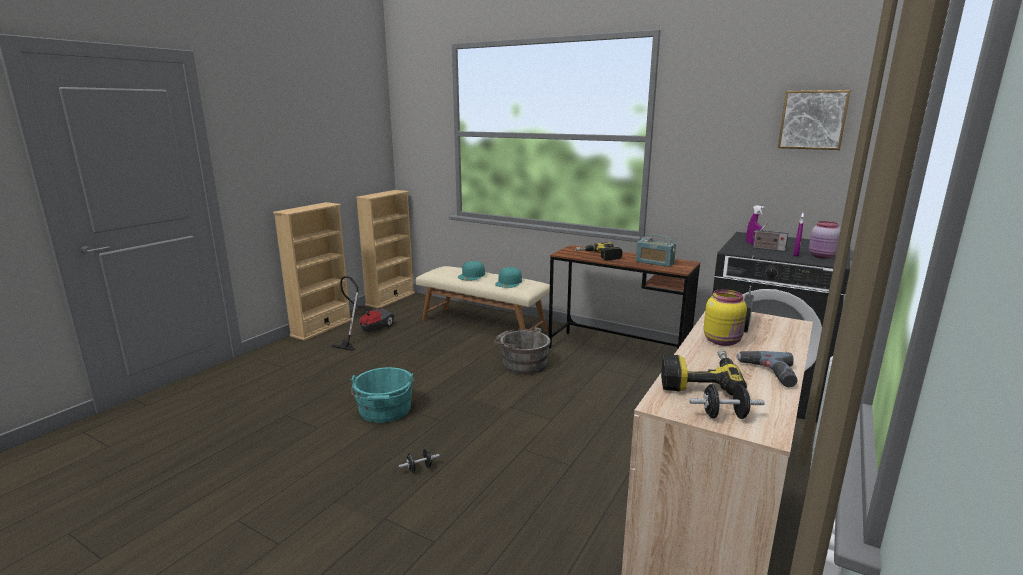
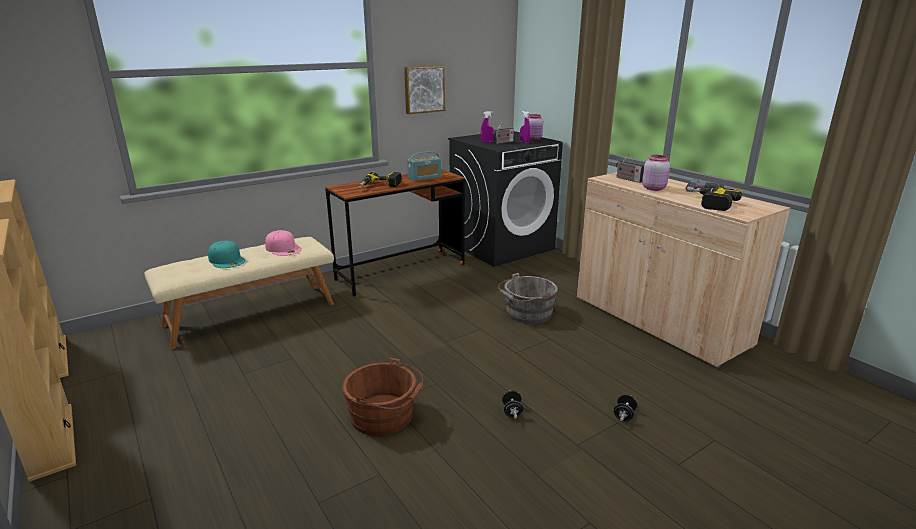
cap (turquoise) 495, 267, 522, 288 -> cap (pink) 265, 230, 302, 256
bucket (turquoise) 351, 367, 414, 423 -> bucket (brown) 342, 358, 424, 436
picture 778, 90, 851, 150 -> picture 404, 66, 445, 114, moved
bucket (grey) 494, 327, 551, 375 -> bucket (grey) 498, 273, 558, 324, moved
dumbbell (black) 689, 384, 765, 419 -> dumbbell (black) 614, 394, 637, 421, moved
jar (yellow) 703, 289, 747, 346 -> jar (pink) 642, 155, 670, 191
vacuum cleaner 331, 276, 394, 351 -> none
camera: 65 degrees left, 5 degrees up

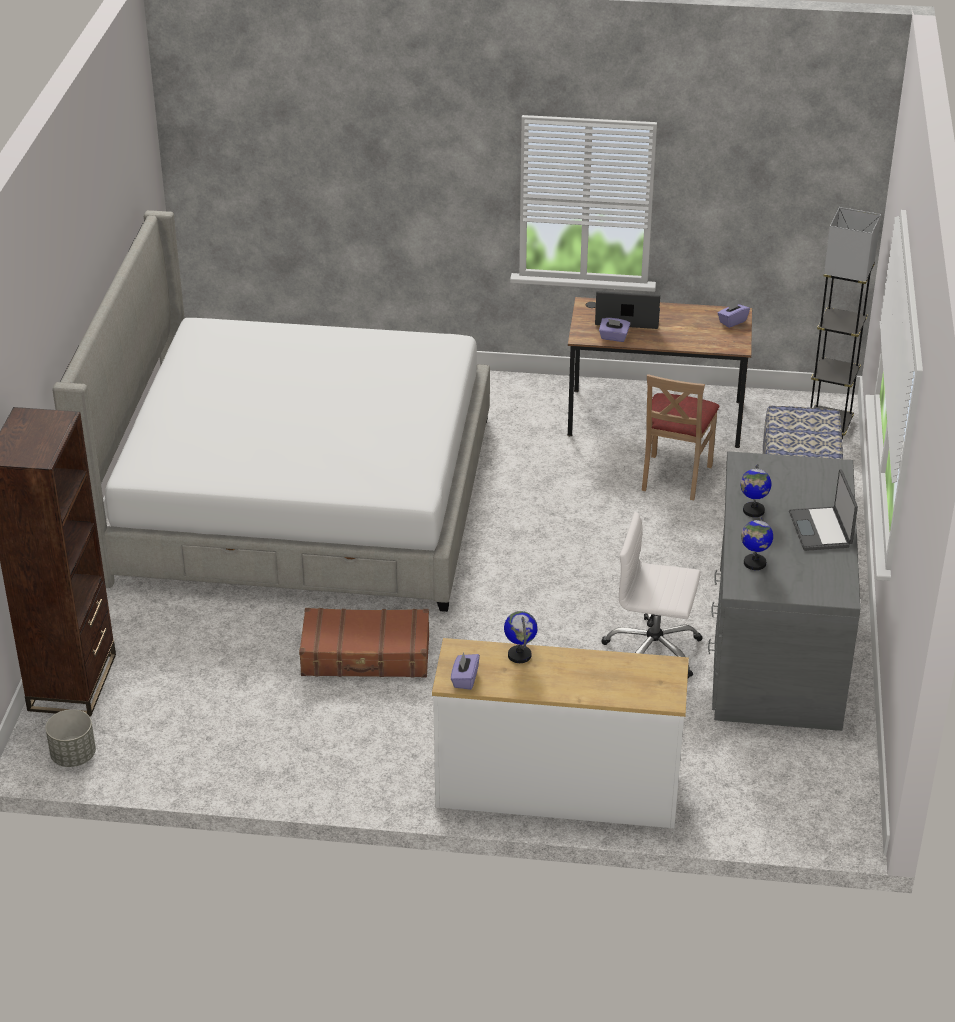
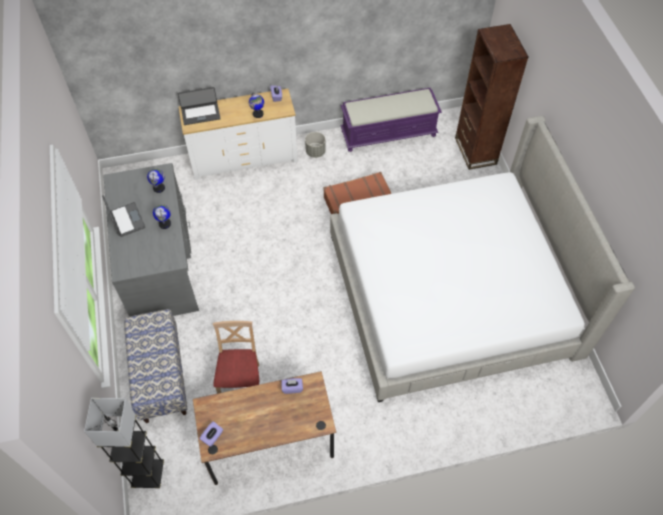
laptop 595, 291, 660, 329 -> laptop 177, 87, 221, 125, moved
planter (grey) 45, 709, 96, 767 -> planter (grey) 305, 132, 326, 158, moved
none -> bench (purple) 340, 88, 442, 152
office chair (white) 601, 512, 703, 678 -> none
camera: 160 degrees right, 20 degrees up

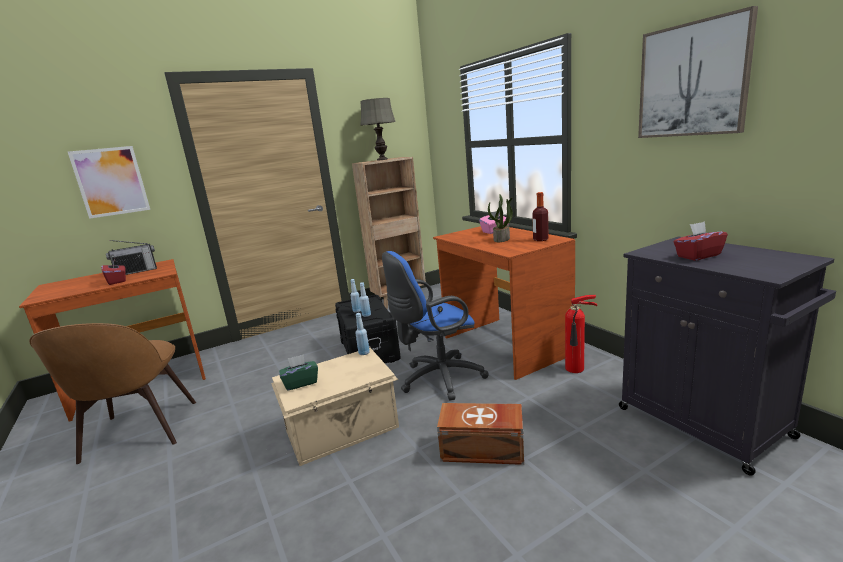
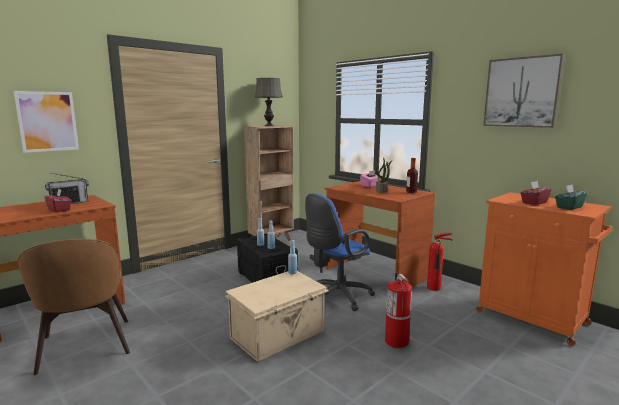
storage box (brown) 437, 403, 524, 465 -> fire extinguisher 385, 273, 412, 348
cabinet (black) 619, 237, 836, 476 -> cabinet (orange) 476, 192, 613, 346
tissue box (green) 279, 354, 318, 390 -> tissue box (green) 555, 184, 587, 210, moved
camera: 15 degrees left, 5 degrees down

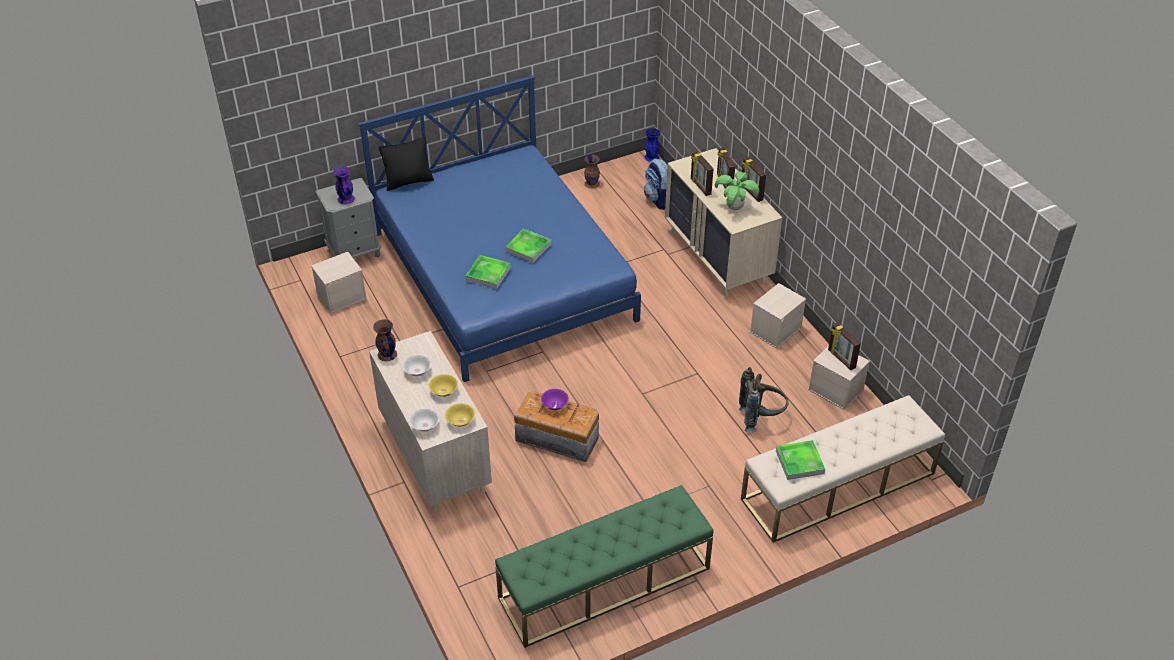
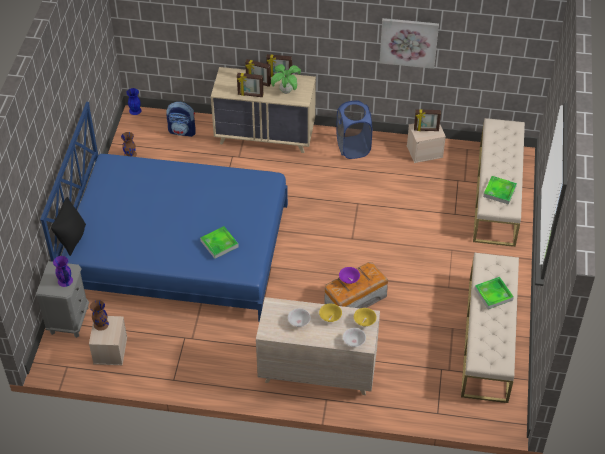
vase (brown) 373, 319, 397, 361 -> vase (brown) 90, 300, 109, 331, moved
storage box (beige) 750, 283, 806, 349 -> laundry basket (blue) 336, 100, 372, 159
none -> picture 379, 18, 439, 69
bench (green) 495, 485, 713, 648 -> bench (beige) 461, 253, 519, 403
tray 505, 229, 551, 263 -> tray 474, 277, 514, 309, moved
backpack (grey) 739, 367, 788, 432 -> none
camera: 55 degrees left, 5 degrees up

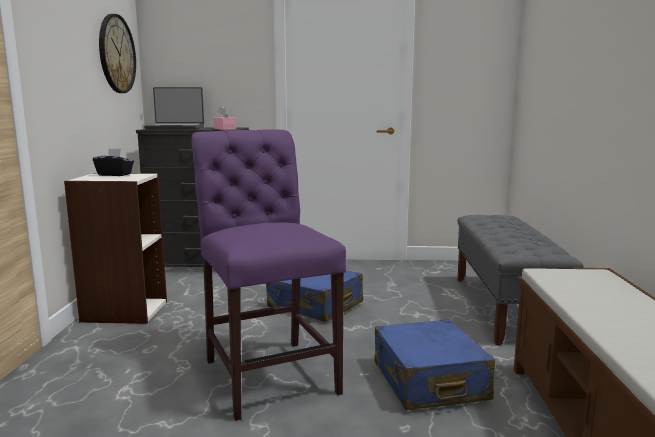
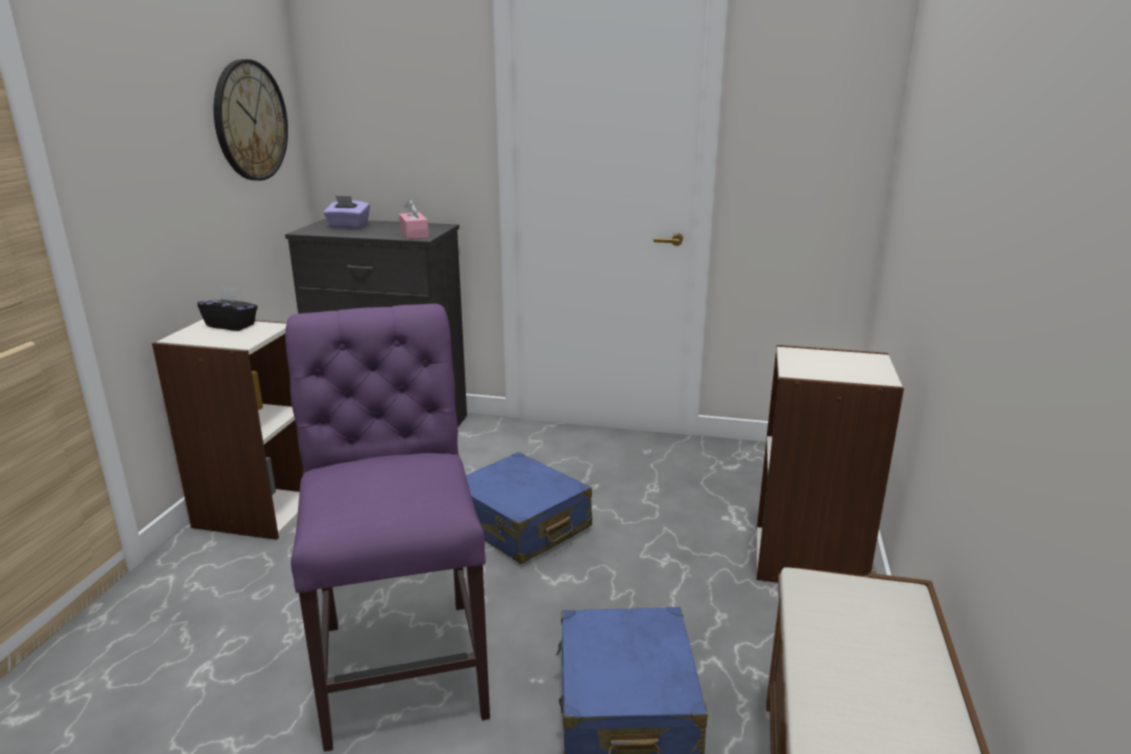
laptop 144, 87, 204, 129 -> tissue box (purple) 323, 195, 370, 229
bench (grey) 457, 215, 584, 345 -> bookcase 756, 345, 904, 583
camera: 10 degrees right, 10 degrees up

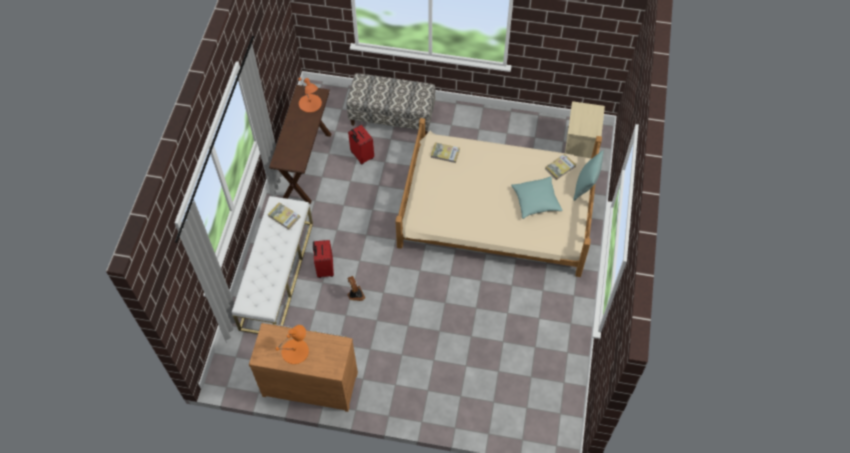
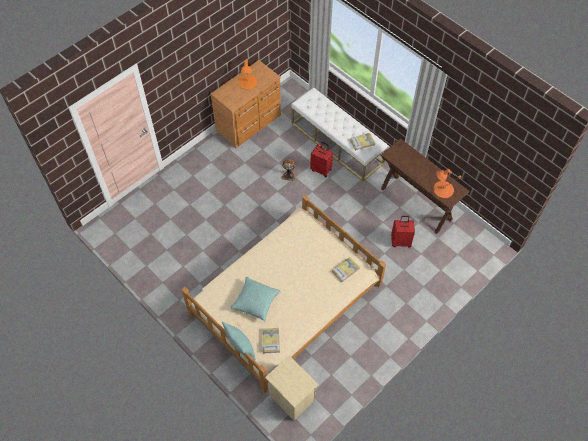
bench 346, 73, 436, 134 -> none
camera: 125 degrees right, 0 degrees up

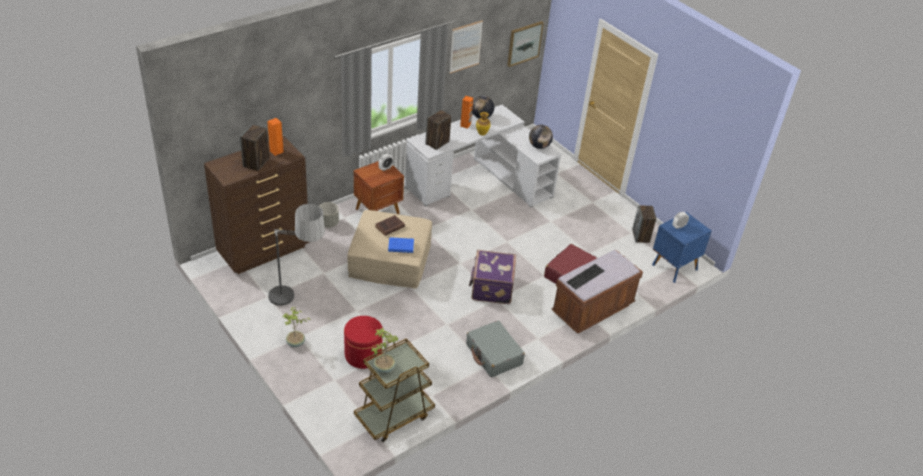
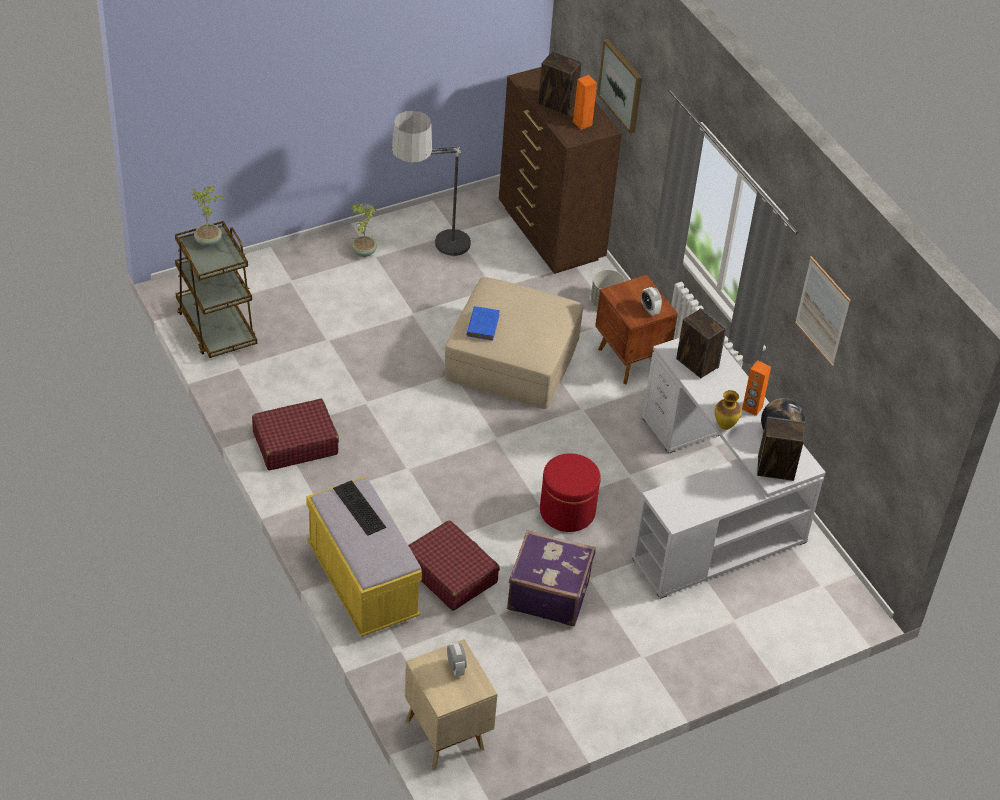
suitcase (grey) 466, 321, 525, 377 -> suitcase (red) 252, 399, 339, 470
bench (brown) 551, 250, 643, 334 -> bench (yellow) 306, 477, 422, 637
nightstand (blue) 652, 212, 711, 283 -> nightstand (beige) 405, 639, 497, 770
suitcase (purple) 469, 250, 516, 304 -> suitcase (purple) 507, 530, 596, 626, moved
ottoman (red) 344, 316, 383, 369 -> ottoman (red) 540, 453, 601, 532, moved
picture 507, 21, 544, 67 -> picture 597, 39, 642, 134, moved
speaker 632, 205, 656, 243 -> speaker 757, 417, 805, 481, moved
book (brown) 375, 215, 405, 236 -> none
globe 529, 125, 553, 149 -> none
camera: 100 degrees right, 5 degrees up

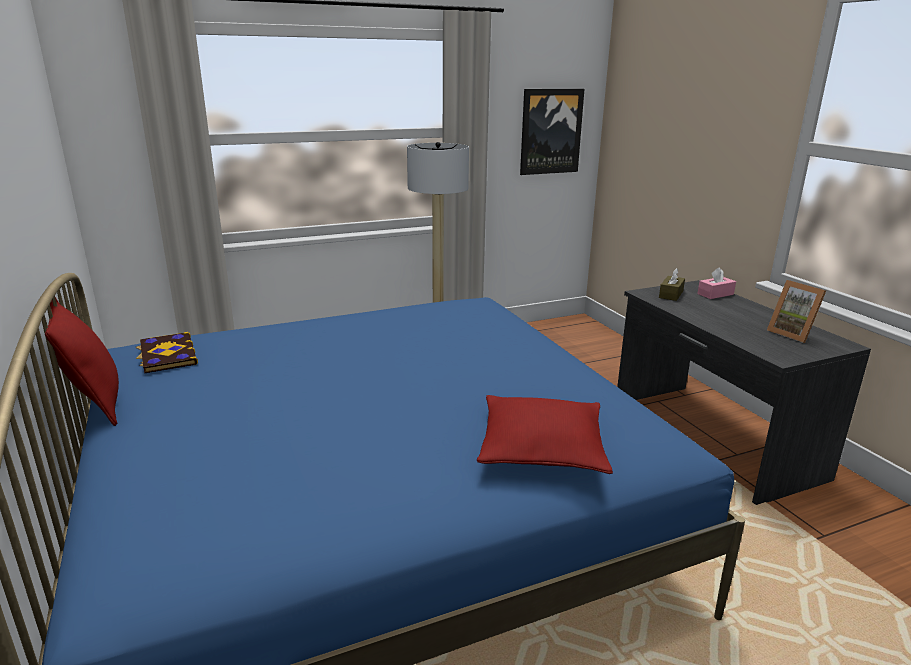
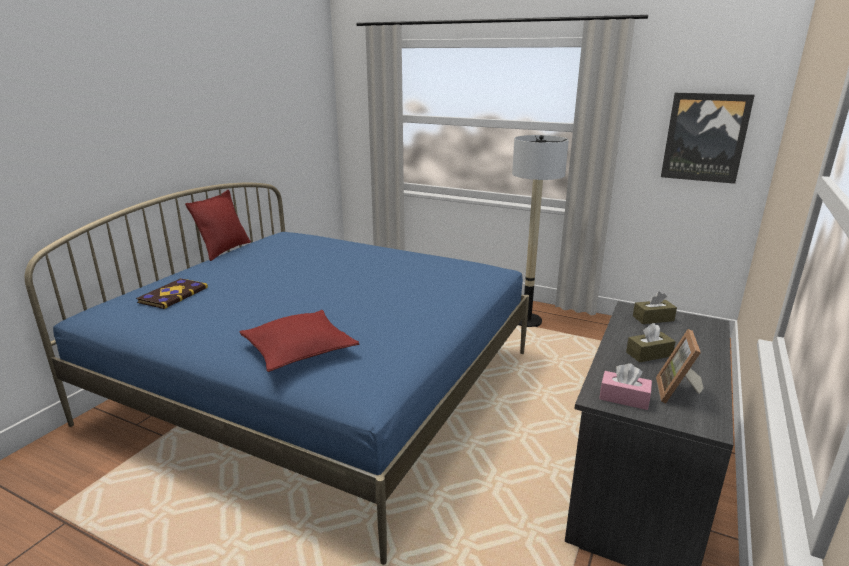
book 136, 332, 198, 373 -> book 136, 278, 208, 309, moved
tissue box (pink) 697, 267, 736, 299 -> tissue box (pink) 599, 363, 652, 410, moved
none -> tissue box (brown) 626, 323, 676, 362
camera: 50 degrees right, 0 degrees up

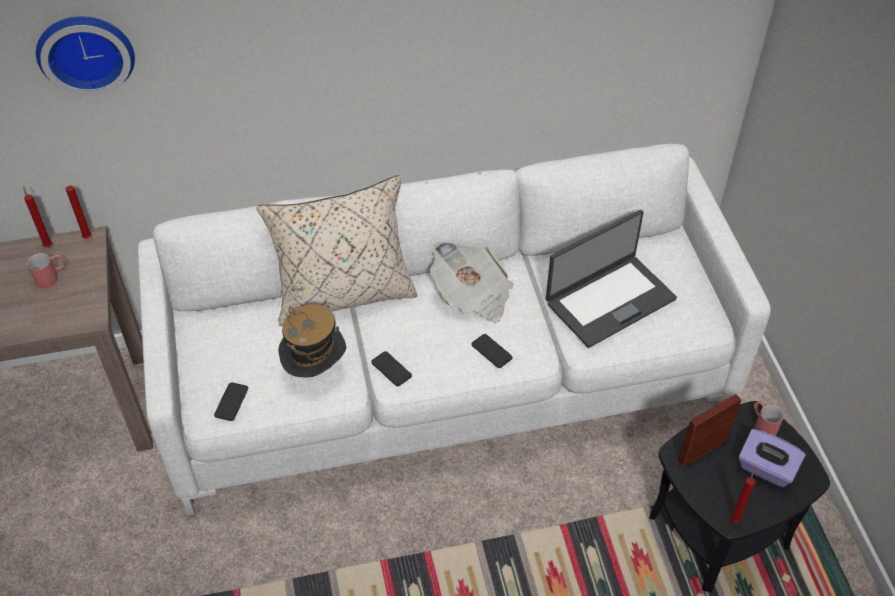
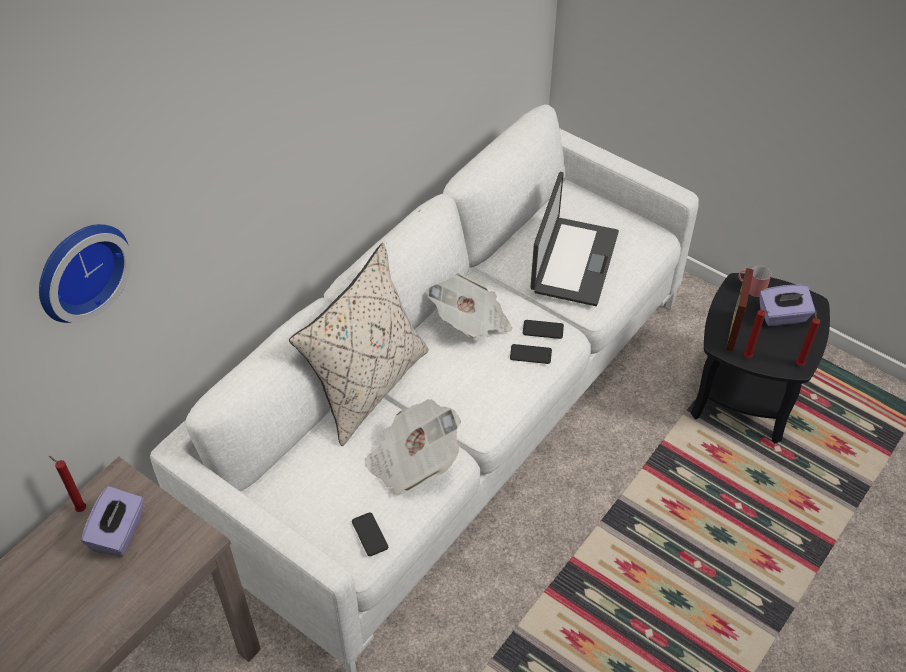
mug (red) 27, 253, 65, 288 -> tissue box (purple) 81, 486, 144, 557
hat 278, 304, 346, 377 -> newspaper 365, 399, 461, 496
phone 371, 351, 412, 386 -> phone 523, 320, 564, 339, moved
candle (red) 65, 186, 92, 239 -> candle (red) 744, 310, 769, 358, moved
camera: 40 degrees left, 0 degrees up

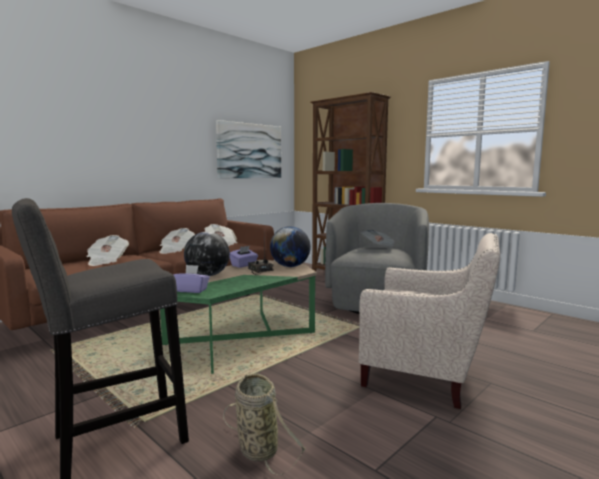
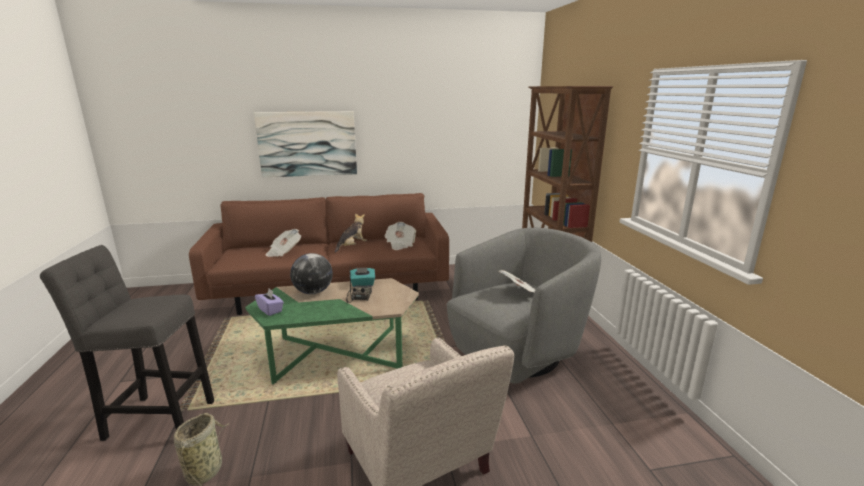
picture 216, 120, 281, 179 -> picture 254, 111, 357, 177, moved
newspaper 159, 228, 195, 254 -> plush toy 335, 213, 367, 253
tissue box (purple) 230, 246, 258, 268 -> tissue box (turquoise) 350, 268, 375, 287
globe 270, 226, 311, 267 -> none
camera: 35 degrees right, 10 degrees up

